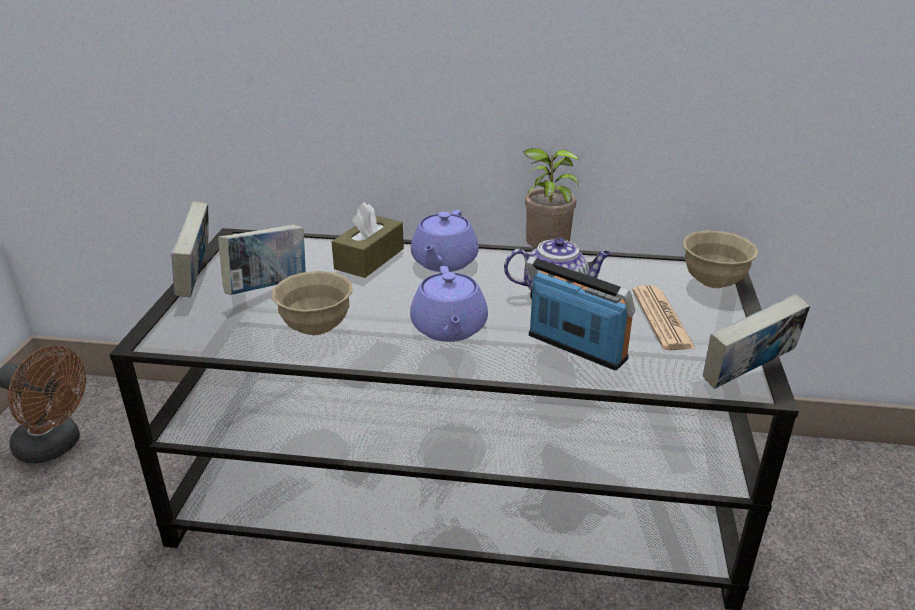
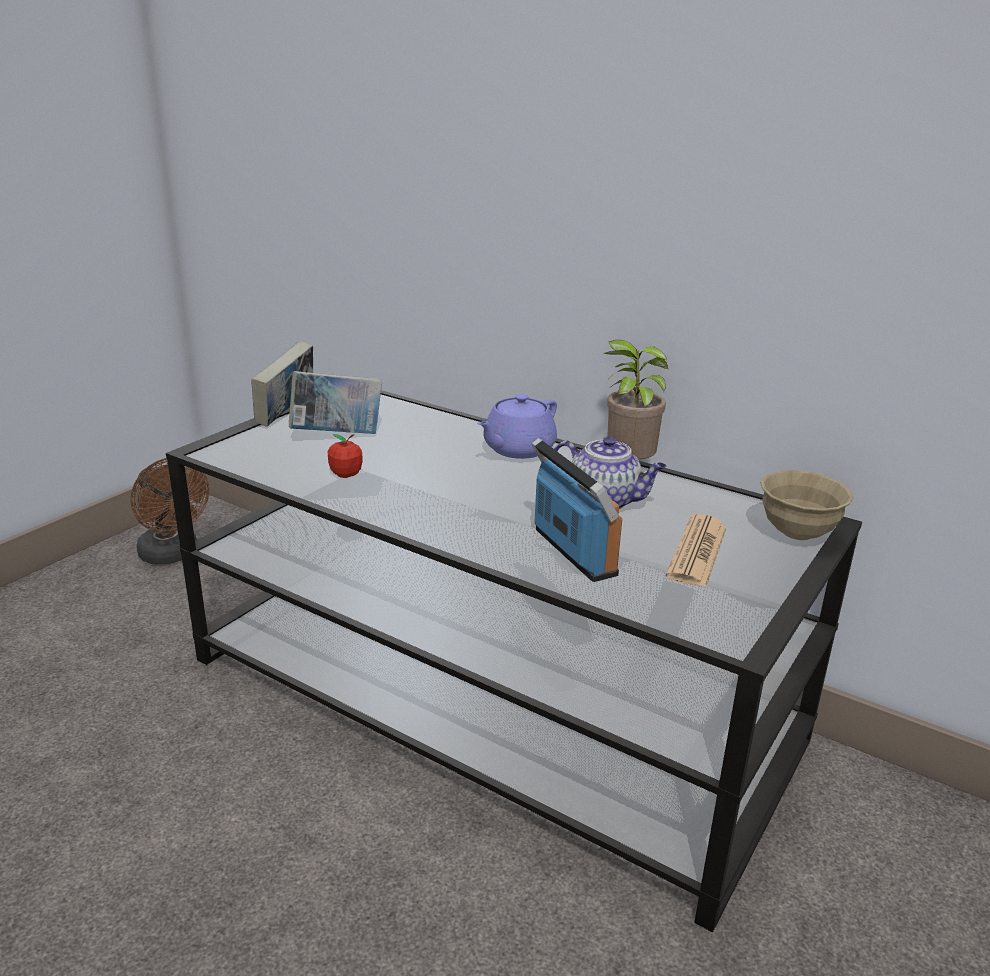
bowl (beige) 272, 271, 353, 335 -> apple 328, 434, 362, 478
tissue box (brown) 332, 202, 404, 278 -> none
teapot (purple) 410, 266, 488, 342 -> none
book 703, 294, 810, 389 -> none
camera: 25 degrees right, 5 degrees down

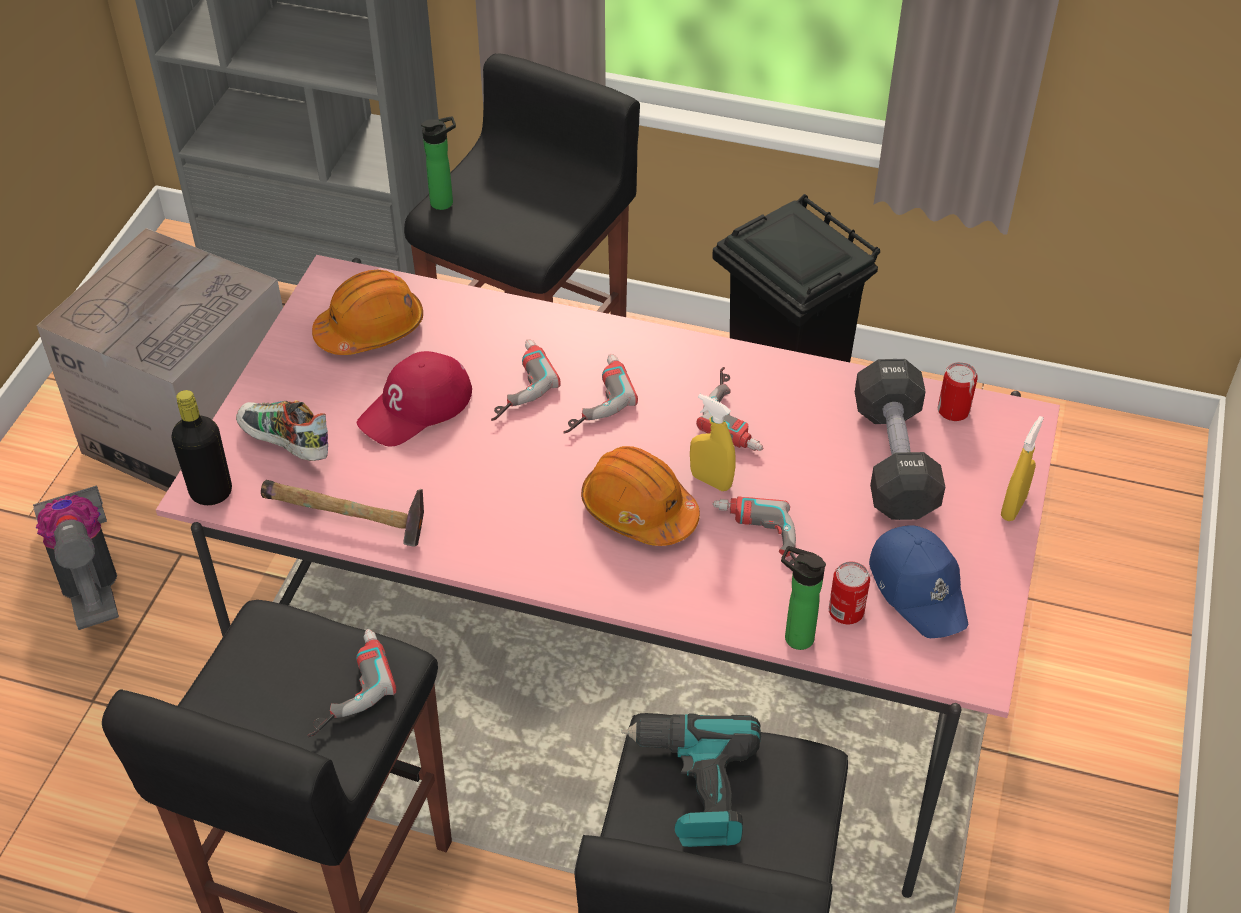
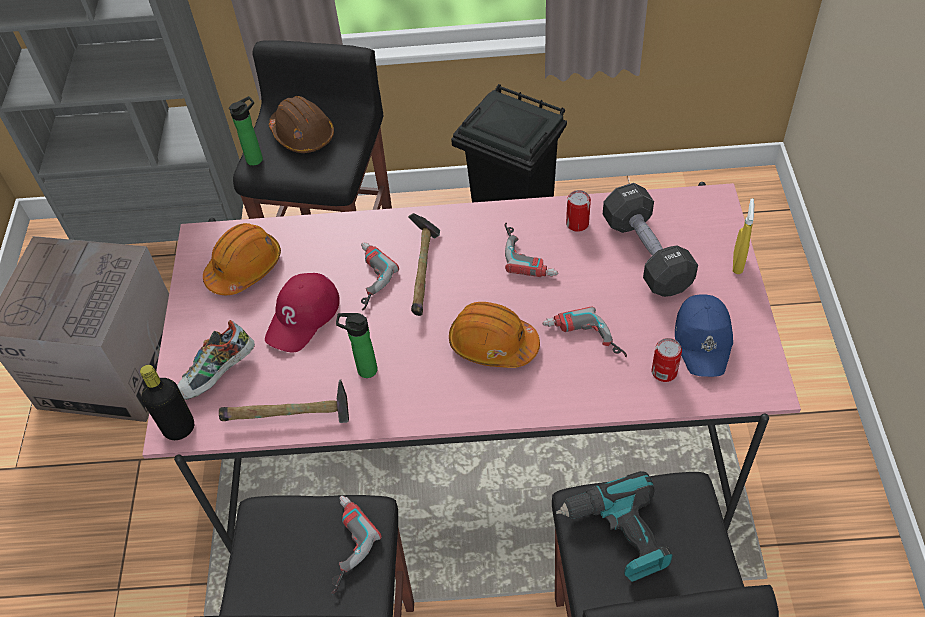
shoe 236, 400, 328, 461 -> shoe 177, 320, 255, 400, 60 degrees counterclockwise
none -> hard hat (brown) 269, 96, 334, 153
bottle 781, 546, 826, 650 -> bottle 336, 313, 378, 378, moved
power drill 563, 354, 638, 433 -> hammer 408, 213, 440, 316
can 938, 362, 978, 421 -> can 566, 190, 591, 232, moved
cap (blue) 869, 525, 968, 638 -> cap (blue) 675, 294, 733, 377, 45 degrees clockwise
vacuum cleaner 33, 485, 119, 630 -> none
spray bottle (yellow) 690, 394, 736, 491 -> none
camera: 15 degrees left, 5 degrees up

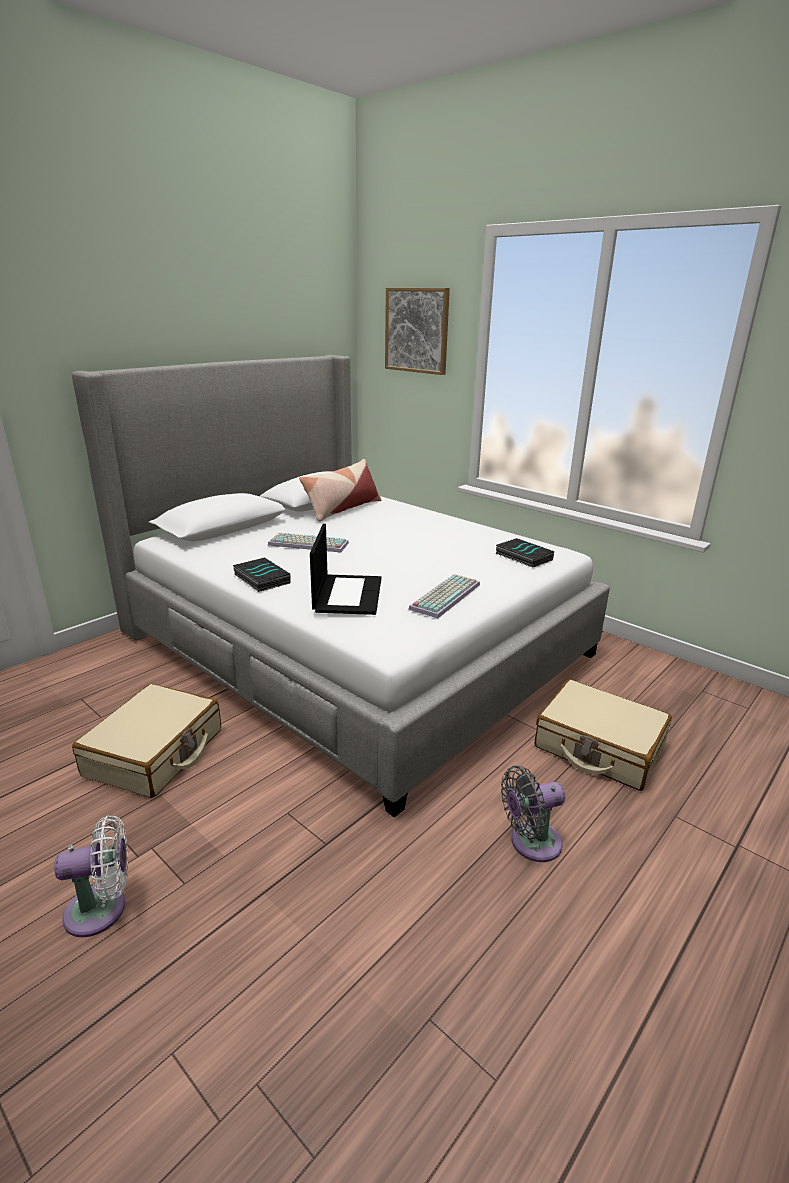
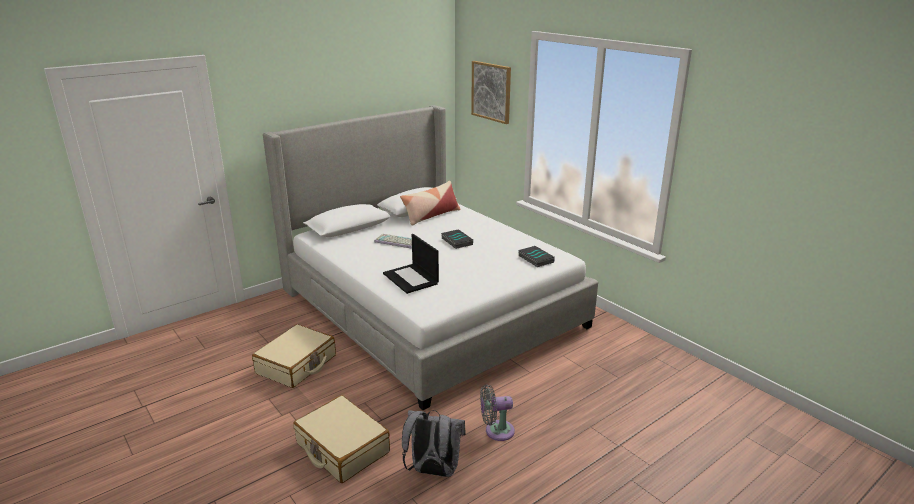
suitcase (beige) 535, 679, 672, 791 -> suitcase (beige) 293, 395, 390, 483, moved
laptop 310, 524, 381, 615 -> laptop 383, 234, 439, 294, 135 degrees clockwise
none -> backpack (grey) 402, 410, 466, 477
book 233, 558, 291, 592 -> book 442, 229, 473, 249, moved
fan (white) 54, 815, 128, 937 -> none
keyboard 408, 574, 480, 618 -> none
camera: 10 degrees right, 0 degrees up

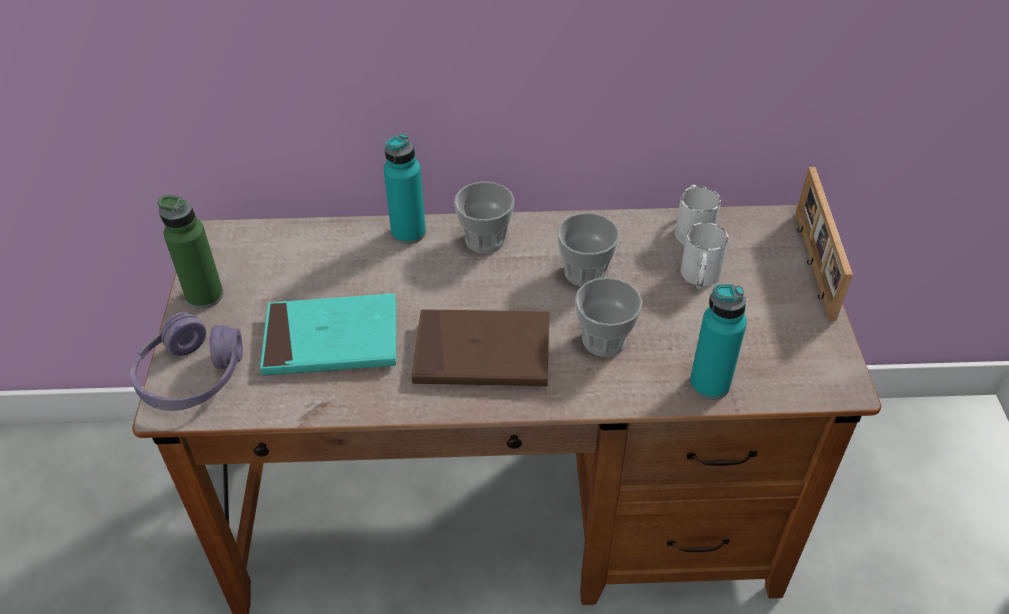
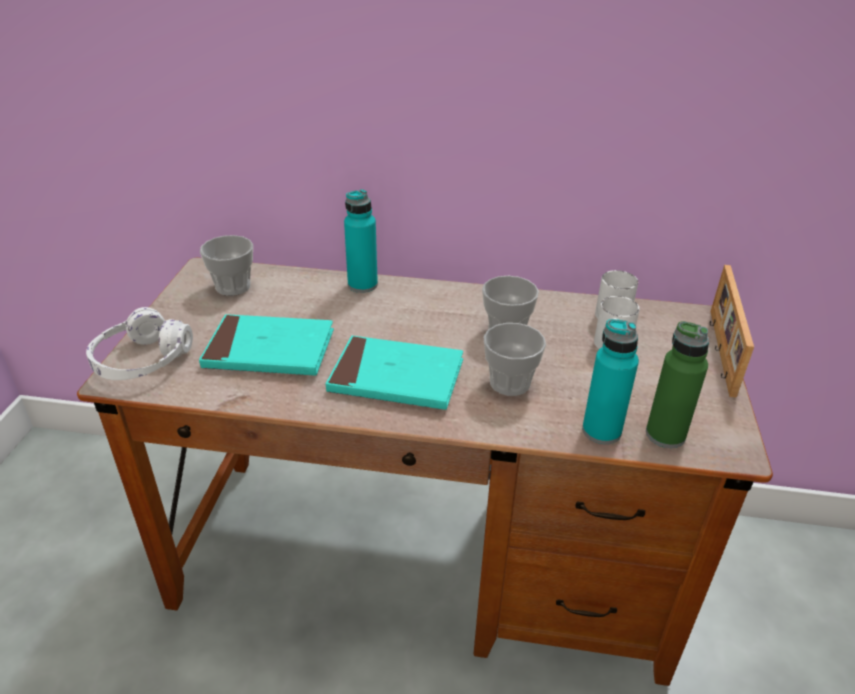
headphones (purple) 130, 312, 243, 411 -> headphones (white) 86, 307, 193, 380
cup 454, 182, 514, 253 -> cup 200, 235, 253, 296, moved
book (brown) 411, 309, 549, 386 -> book (turquoise) 326, 336, 463, 410
bottle (green) 157, 195, 223, 309 -> bottle (green) 646, 321, 709, 448, moved
camera: 10 degrees right, 10 degrees down

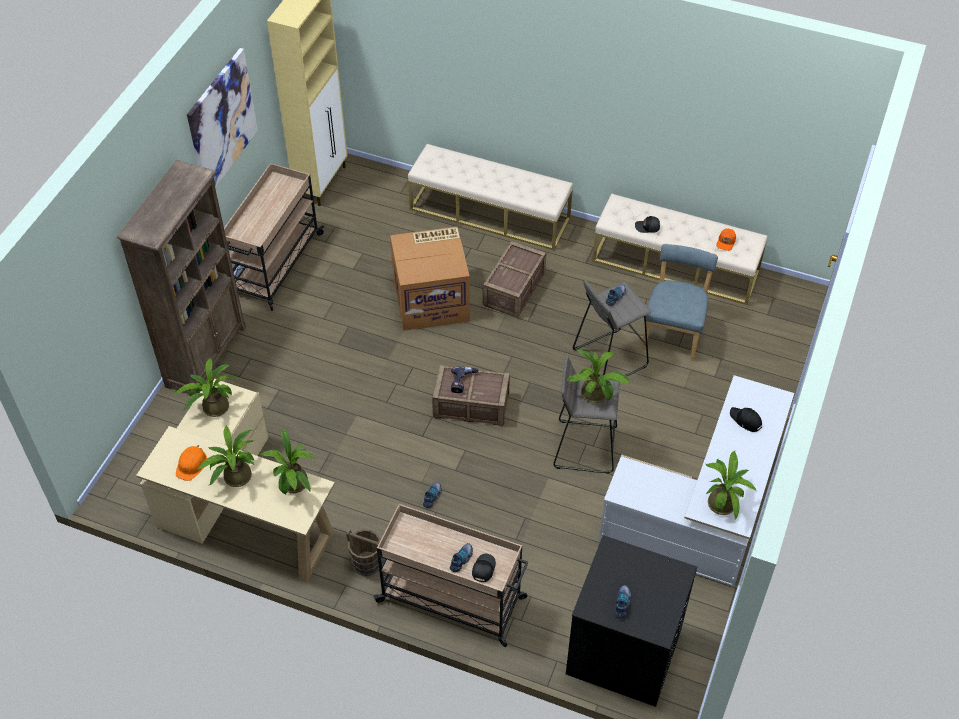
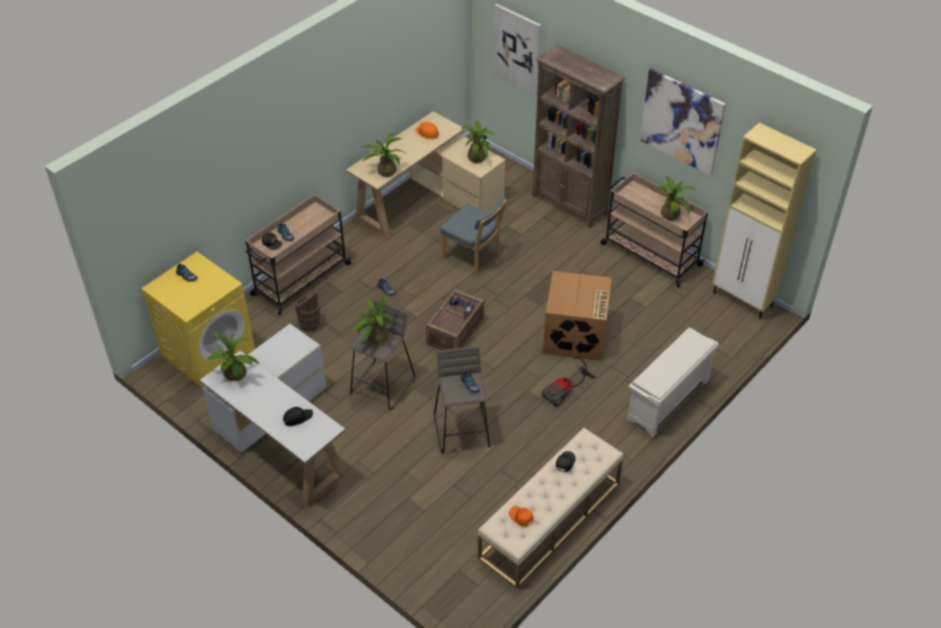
washing machine (black) 566, 535, 697, 707 -> washing machine (yellow) 141, 252, 255, 388
bucket (brown) 346, 529, 381, 576 -> bucket (brown) 295, 290, 321, 333, moved
chair (blue) 642, 244, 718, 361 -> chair (blue) 440, 196, 507, 275, moved
none -> picture 493, 4, 541, 97
crate 483, 241, 546, 318 -> vacuum cleaner 542, 357, 596, 407
bench (beige) 408, 144, 573, 250 -> shoe rack (white) 627, 327, 719, 438
potted plant 197, 426, 254, 487 -> potted plant 656, 176, 695, 221, moved
camera: 110 degrees right, 5 degrees down

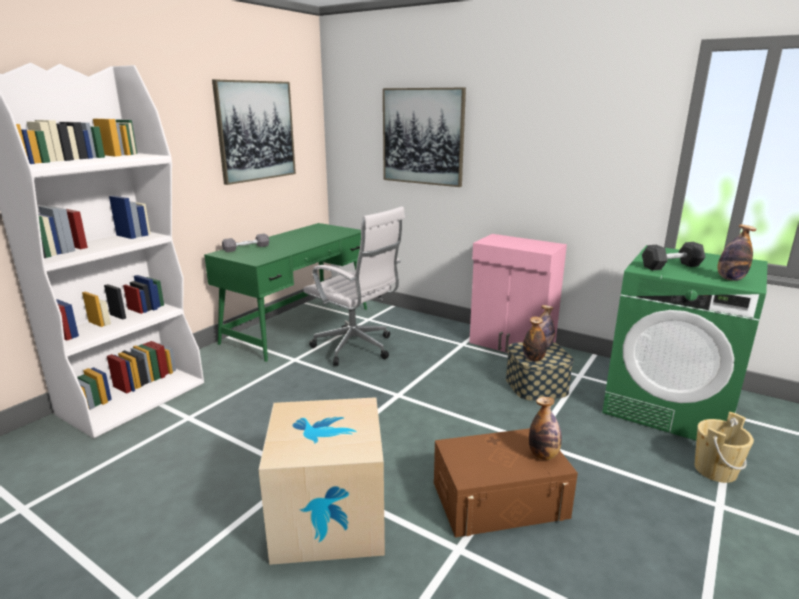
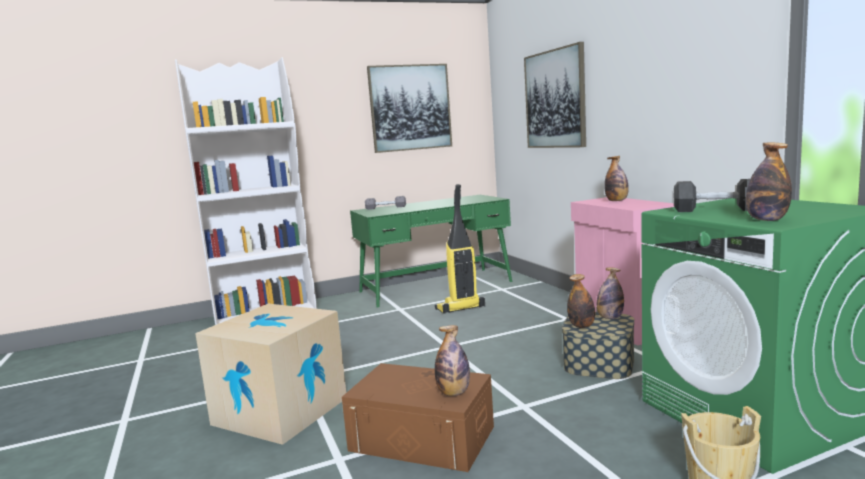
office chair (white) 303, 206, 405, 366 -> vacuum cleaner 435, 184, 485, 314
none -> bottle 604, 156, 629, 201
camera: 35 degrees right, 10 degrees down

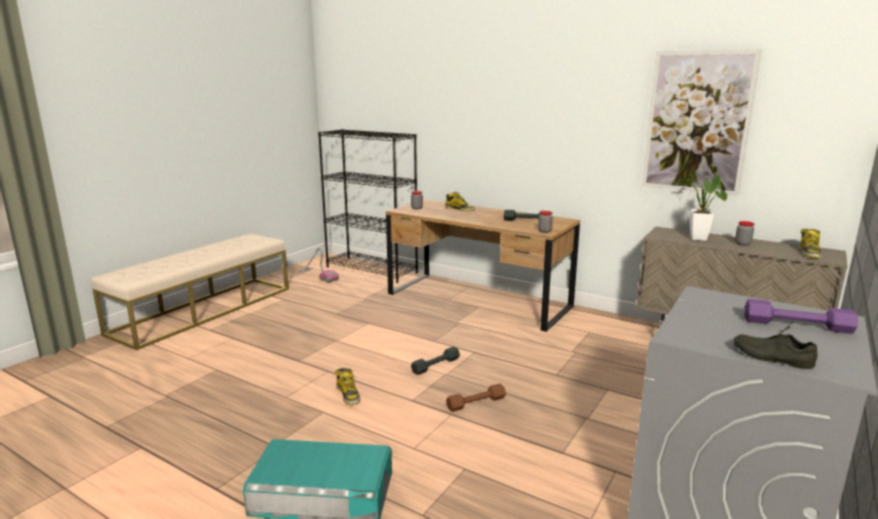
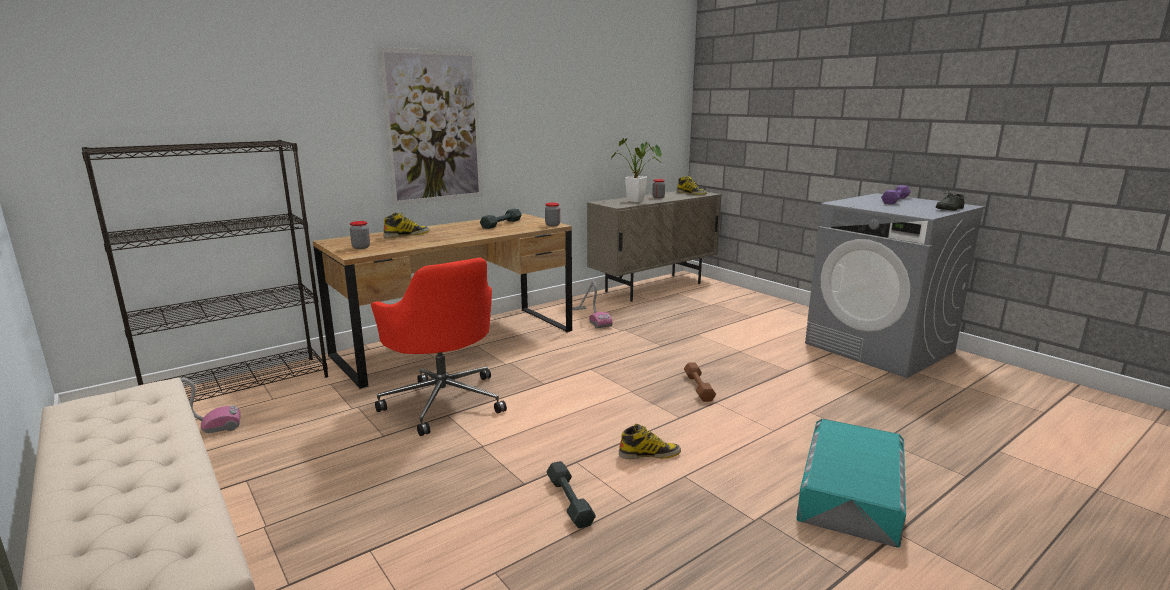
none -> office chair (red) 371, 258, 507, 436
picture 642, 49, 762, 196 -> picture 378, 47, 483, 206, moved
dumbbell (grey) 411, 347, 460, 375 -> dumbbell (grey) 547, 461, 596, 529, moved
none -> vacuum cleaner 572, 281, 613, 329
camera: 70 degrees left, 0 degrees up

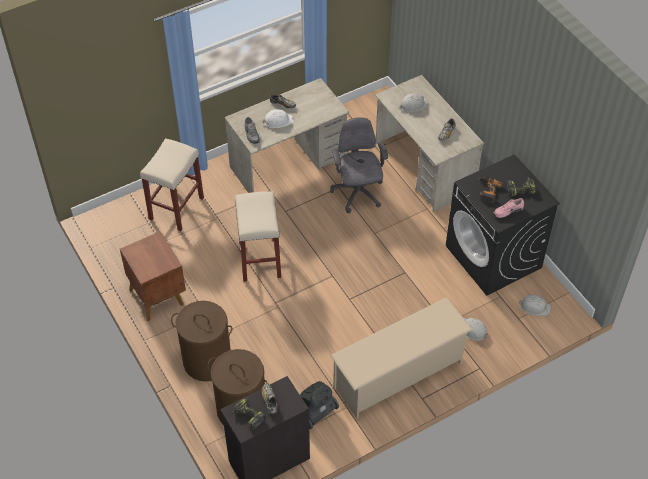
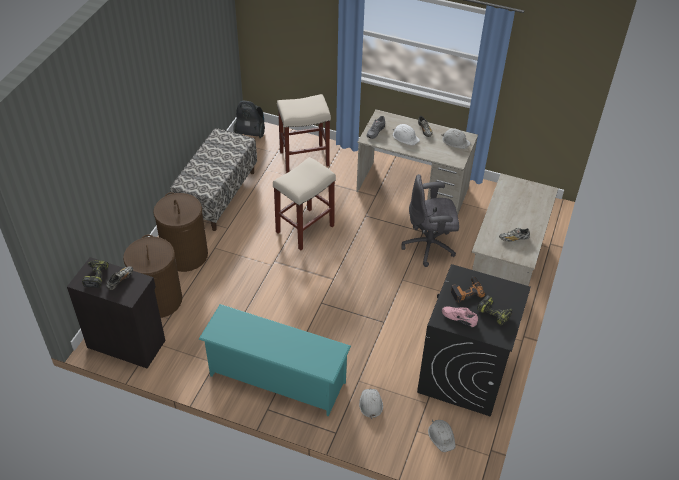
nightstand (brown) 120, 231, 186, 321 -> bench 170, 128, 257, 231
shoe rack (beige) 330, 297, 473, 418 -> shoe rack (turquoise) 199, 304, 351, 417
vacuum cleaner 300, 381, 339, 429 -> vacuum cleaner 233, 101, 265, 138, moved
office chair (grey) 330, 117, 388, 213 -> office chair (grey) 401, 174, 459, 267, 135 degrees counterclockwise
hard hat (white) 400, 93, 429, 113 -> hard hat (white) 441, 128, 471, 149, moved
camera: 50 degrees right, 5 degrees down

